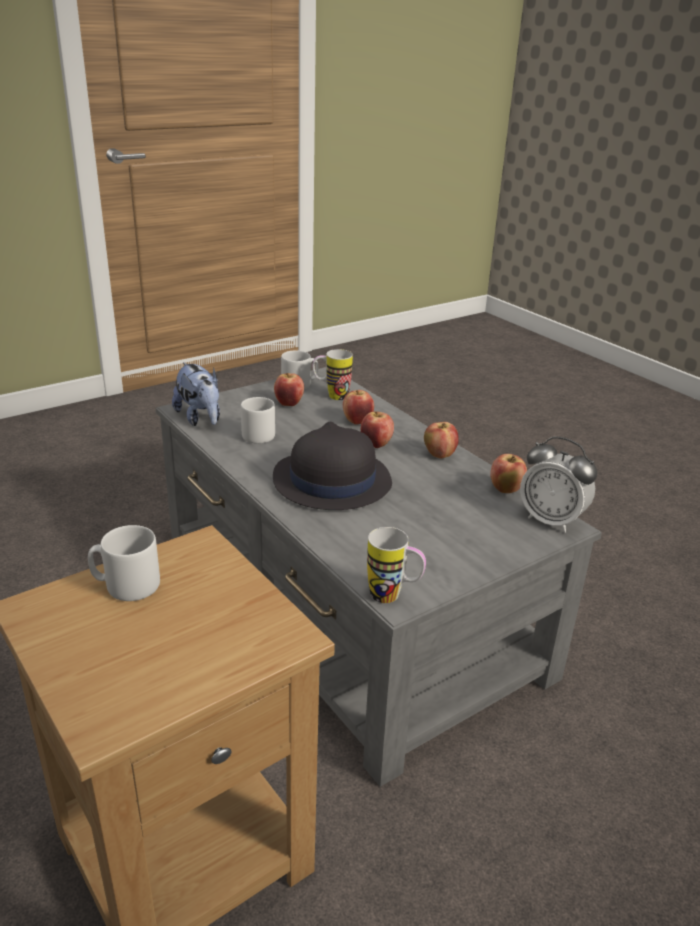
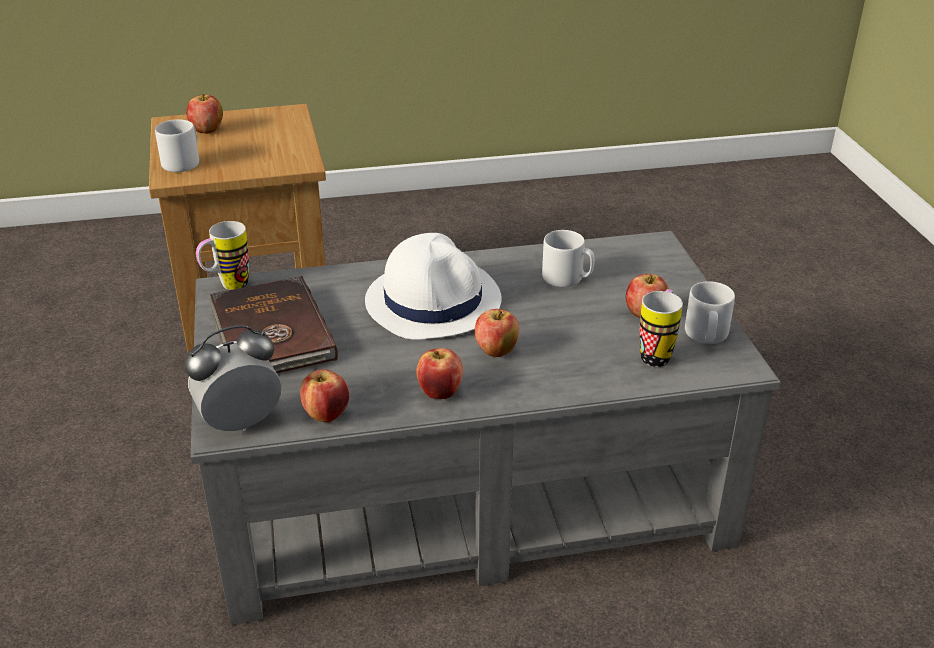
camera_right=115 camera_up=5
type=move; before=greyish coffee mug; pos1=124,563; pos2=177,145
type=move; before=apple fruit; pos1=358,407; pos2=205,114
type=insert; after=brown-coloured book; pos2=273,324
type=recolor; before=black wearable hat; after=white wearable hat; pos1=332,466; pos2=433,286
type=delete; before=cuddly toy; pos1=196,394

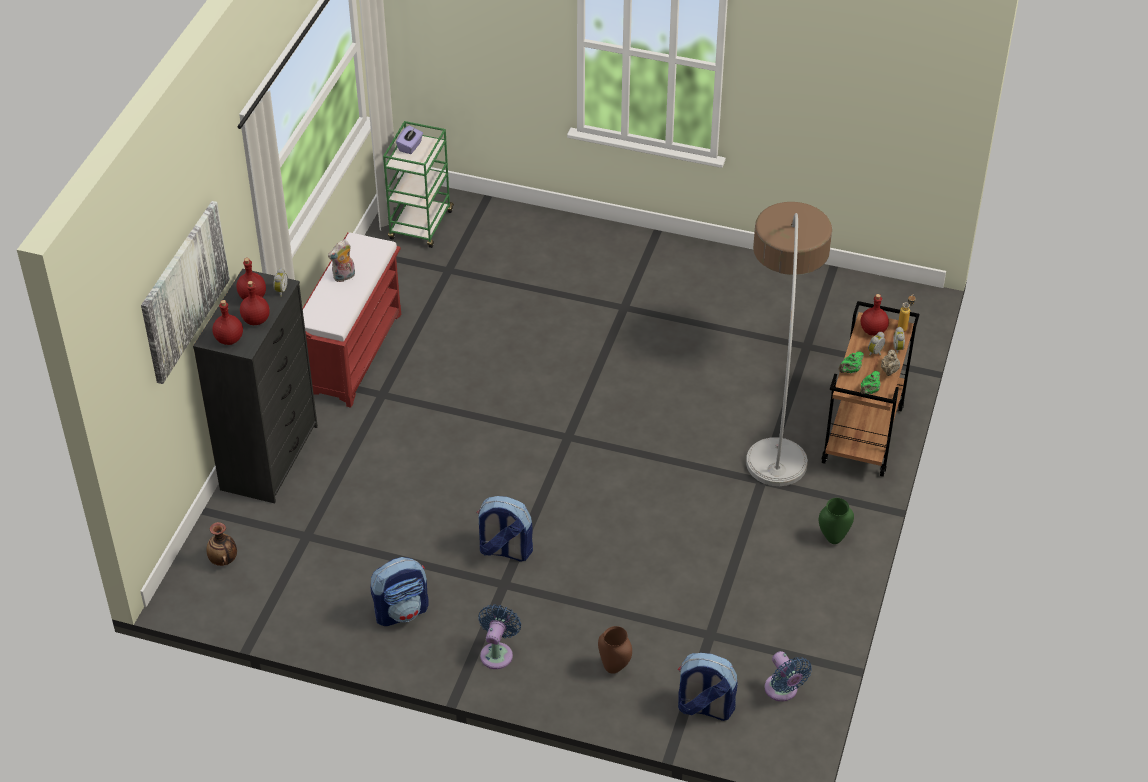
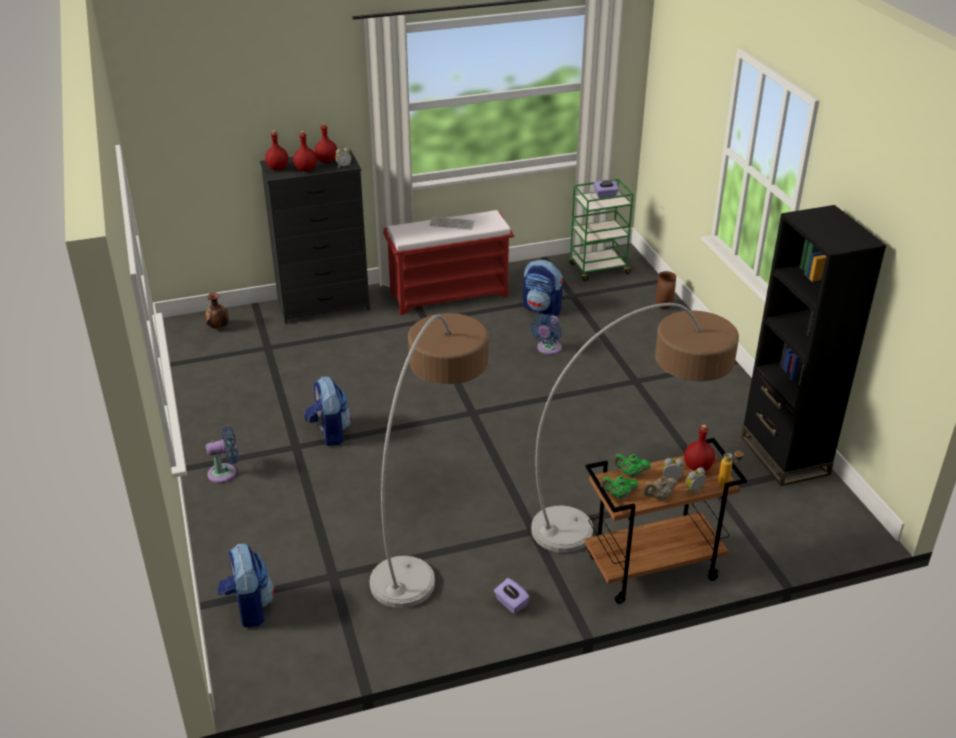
camera_right=55 camera_up=-10
type=insert; after=floor lamp; pos2=429,460
type=replace; before=cuddly toy; after=PC keyboard; pos1=341,261; pos2=452,223
type=replace; before=green flower vase; after=purple-coloured box of tissues; pos1=836,521; pos2=512,596
type=move; before=rucksack; pos1=399,591; pos2=543,288
type=move; before=blue-coloured cooling fan; pos1=788,676; pos2=546,334
type=move; before=brown-coloured flower vase; pos1=615,650; pos2=666,290
type=insert; after=black shelving unit; pos2=813,345
type=delete; before=wall art; pos1=185,292

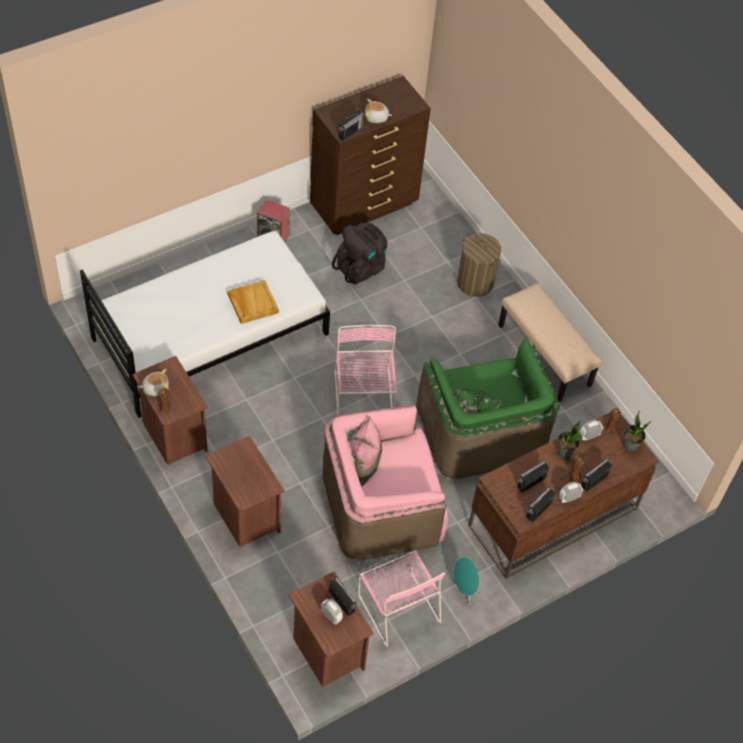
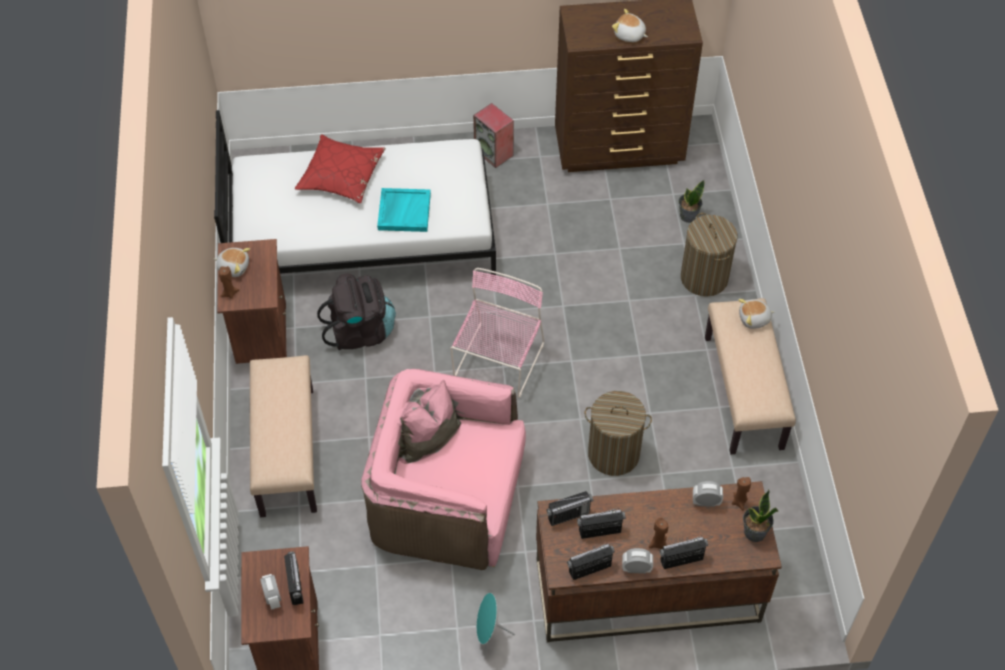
camera_right=30 camera_up=0
type=replace; before=brown-coloured bedside table; after=sand-coloured long seat; pos1=245,491; pos2=283,436
type=insert; after=reddish pillow; pos2=340,168
type=move; before=black rucksack; pos1=359,253; pos2=356,311
type=recolor; before=sand-coloured carrying tray; after=turquoise-coloured carrying tray; pos1=253,302; pos2=404,210
type=move; before=radio; pos1=351,126; pos2=569,508
type=replace; before=green easy chair; after=washing basket; pos1=488,409; pos2=618,433
type=move; before=plant in a pot; pos1=569,440; pos2=691,201
type=insert; after=cuddly toy; pos2=756,314
type=delete; before=pink plain chair; pos1=401,598

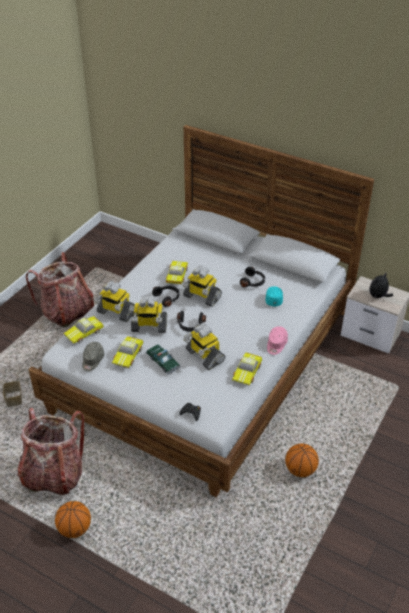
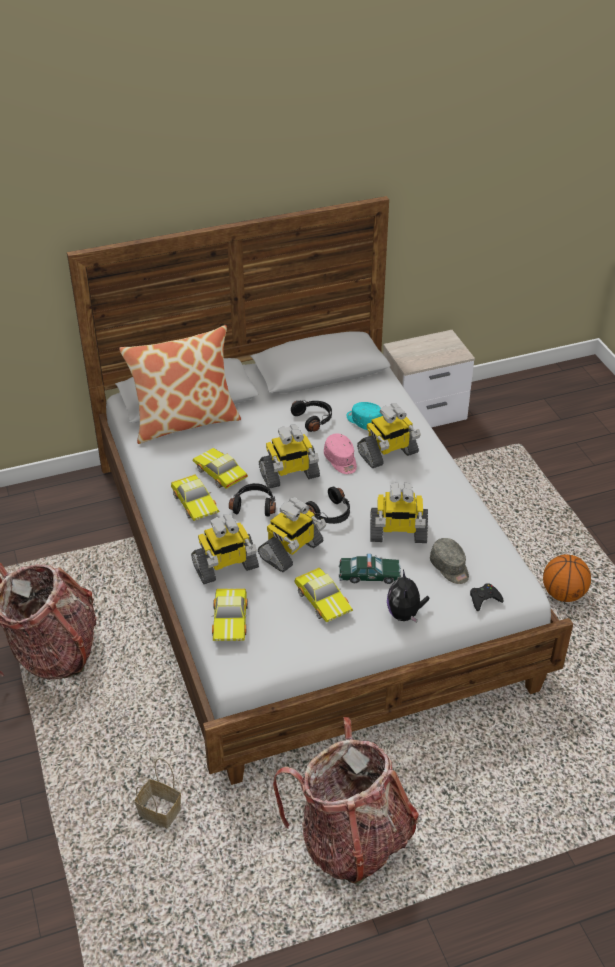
camera_right=-50 camera_up=0
type=insert; after=pillow; pos2=180,384
type=move; before=model car; pos1=247,369; pos2=195,497
type=move; before=pink baseball cap; pos1=277,340; pos2=340,453
type=insert; after=model robot; pos2=389,435
type=move; before=cuddly toy; pos1=381,285; pos2=408,596
type=move; before=greyish baseball cap; pos1=93,356; pos2=449,561
type=delete; before=ball for basketball; pos1=73,519

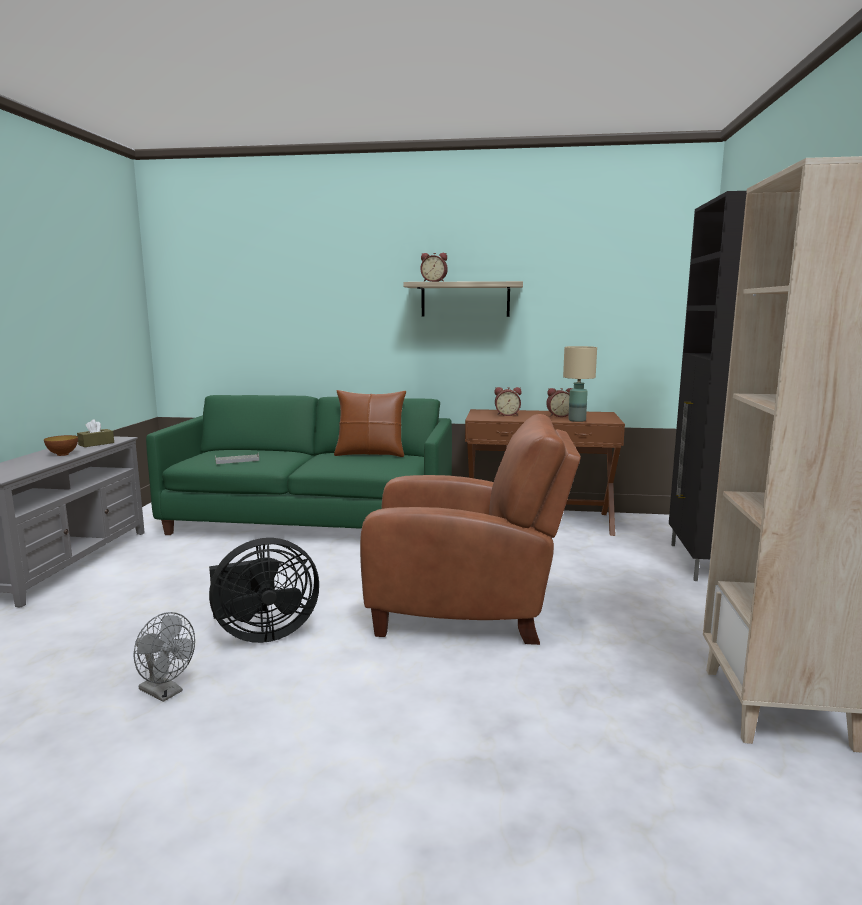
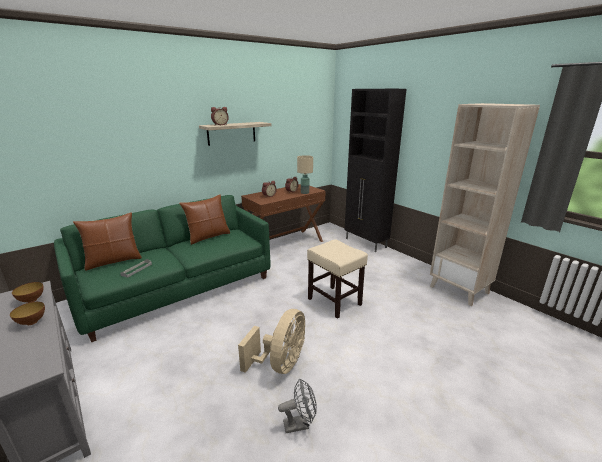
camera_right=-45 camera_up=10
type=replace; before=brown-coloured box of tissues; after=serving bowl; pos1=95,433; pos2=28,292
type=insert; after=brown-coloured pillow; pos2=107,241
type=recolor; before=black cooling fan; after=sand-coloured cooling fan; pos1=264,590; pos2=271,341
type=replace; before=brown-coloured easy chair; after=sand-coloured sitting stool; pos1=470,529; pos2=337,279

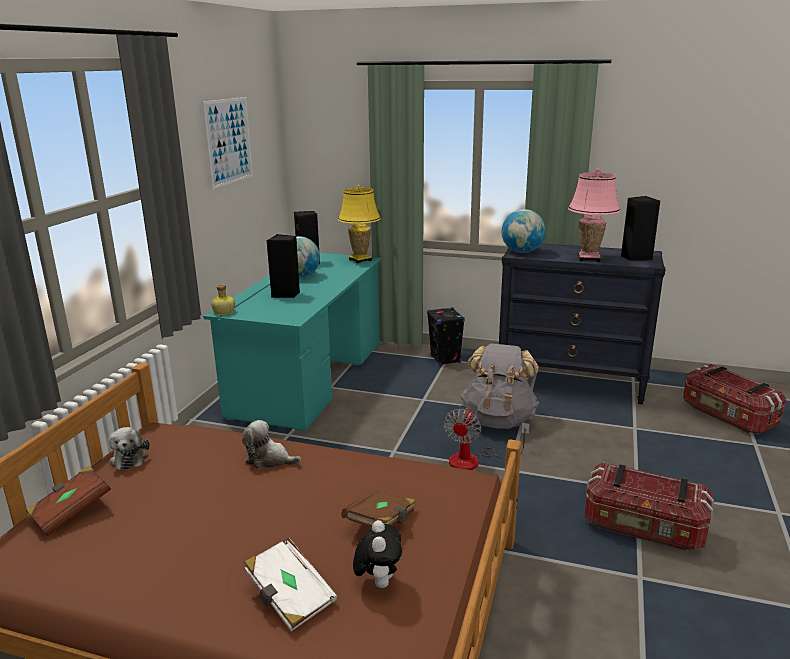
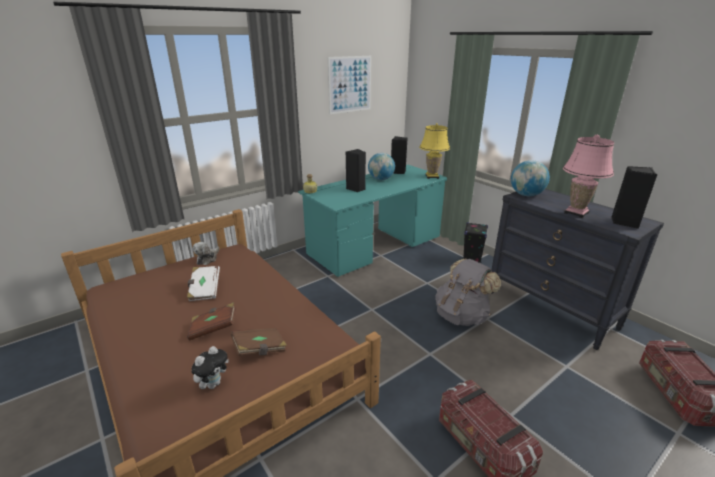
camera_right=35 camera_up=5
type=move; before=white book; pos1=290,584; pos2=203,283
type=move; before=brown-coloured book; pos1=68,500; pos2=211,321
type=delete; before=cuddly toy; pos1=271,444
type=delete; before=cooling fan; pos1=486,439

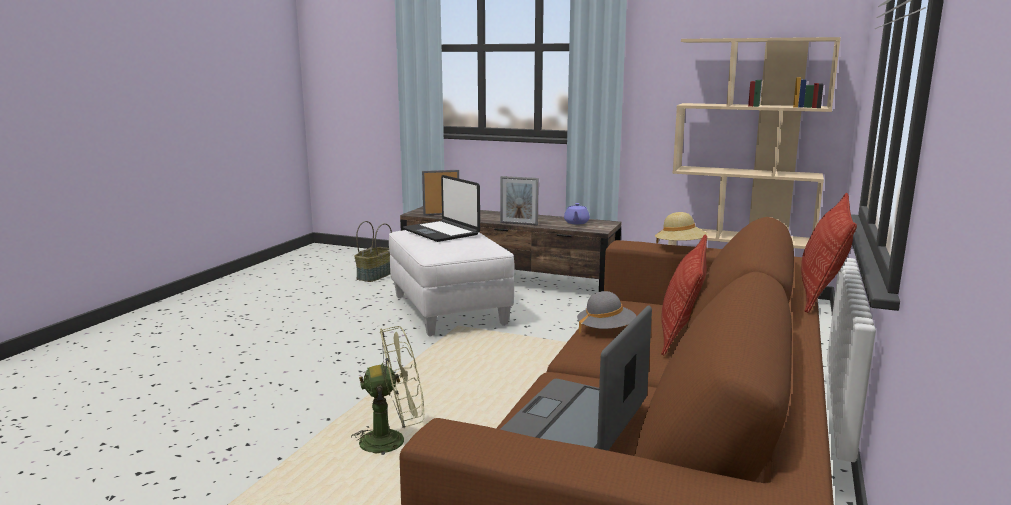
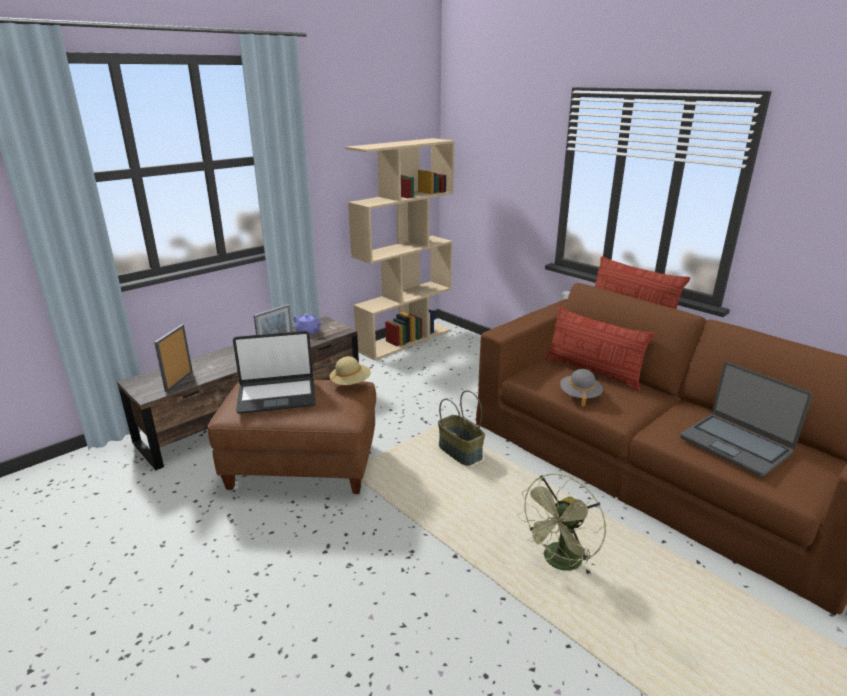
camera_right=-65 camera_up=10
type=recolor; before=white pouffe; after=brown-coloured pouffe; pos1=451,283; pos2=292,437
type=move; before=sand-coloured wearable hat; pos1=681,227; pos2=350,371
type=move; before=storage basket; pos1=373,251; pos2=461,428
type=rotate; before=green cooling fan; pos1=387,390; pos2=561,525; turn=-150

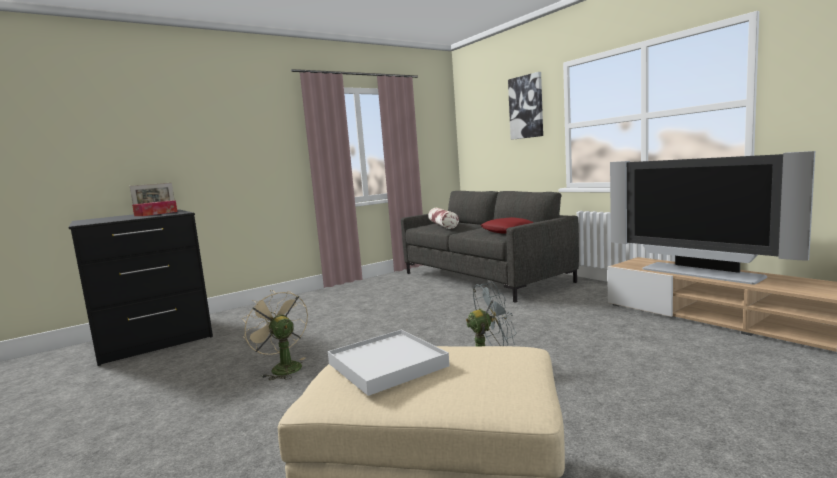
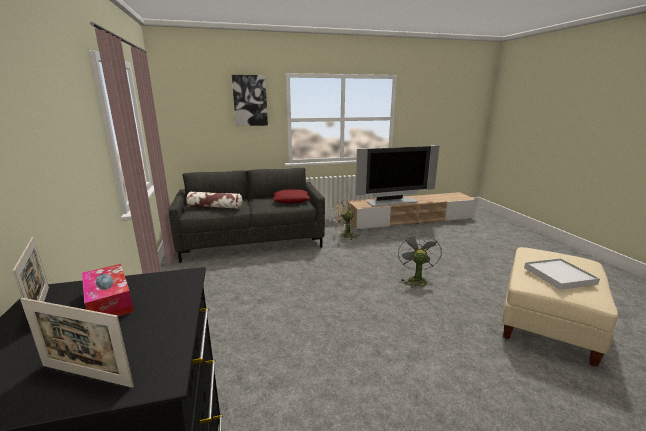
camera_right=-70 camera_up=10
type=insert; after=standing frame; pos2=77,343
type=move; before=sand-coloured cooling fan; pos1=275,335; pos2=345,219

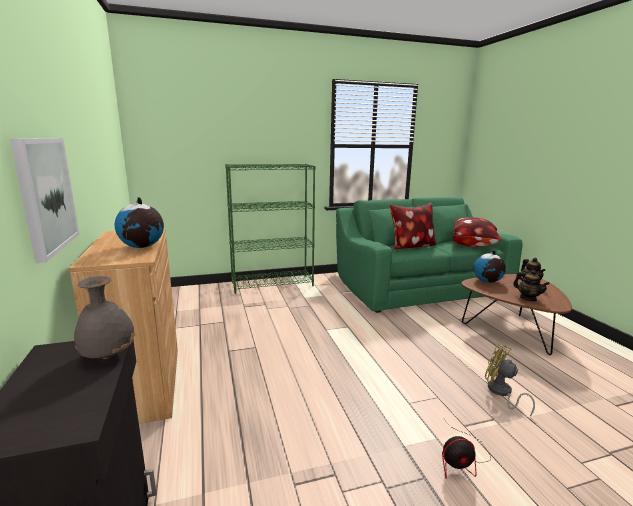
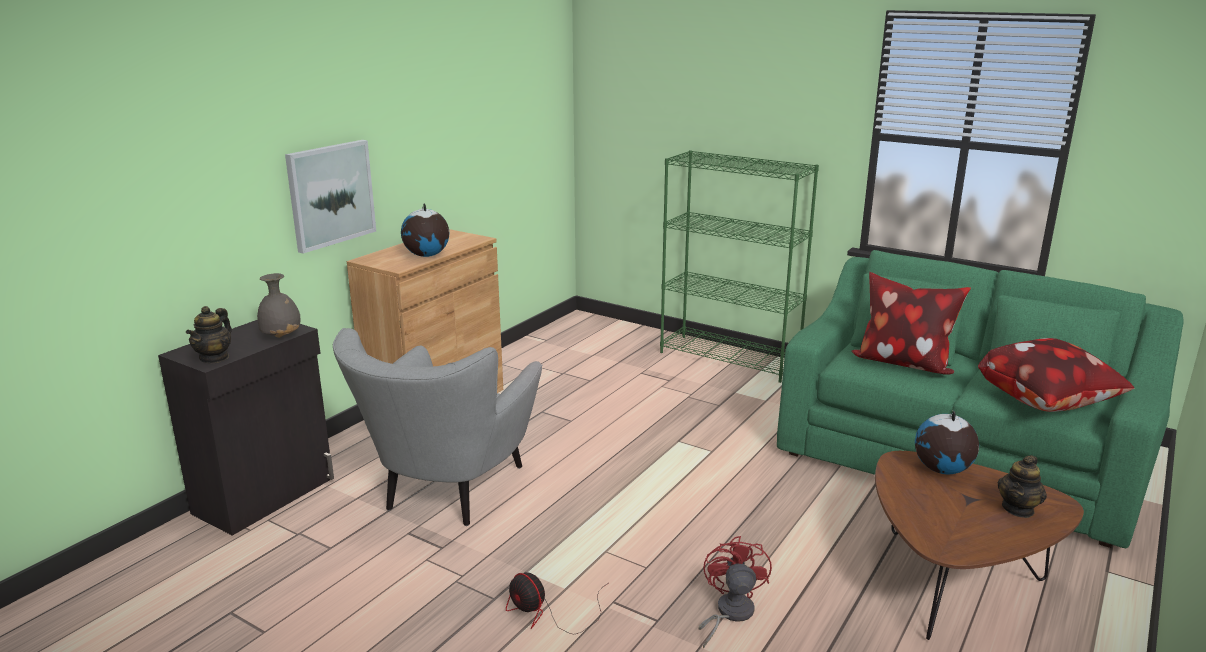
camera_right=50 camera_up=5
type=move; before=tea pot; pos1=531,285; pos2=209,334
type=insert; after=greyish easy chair; pos2=438,427
type=recolor; before=yellowish cooling fan; after=reddish cooling fan; pos1=510,380; pos2=735,592

